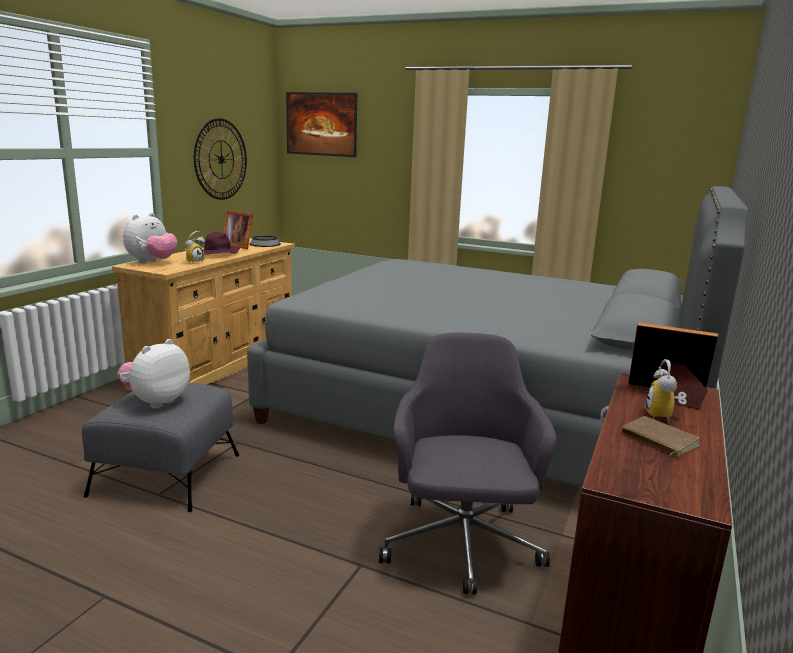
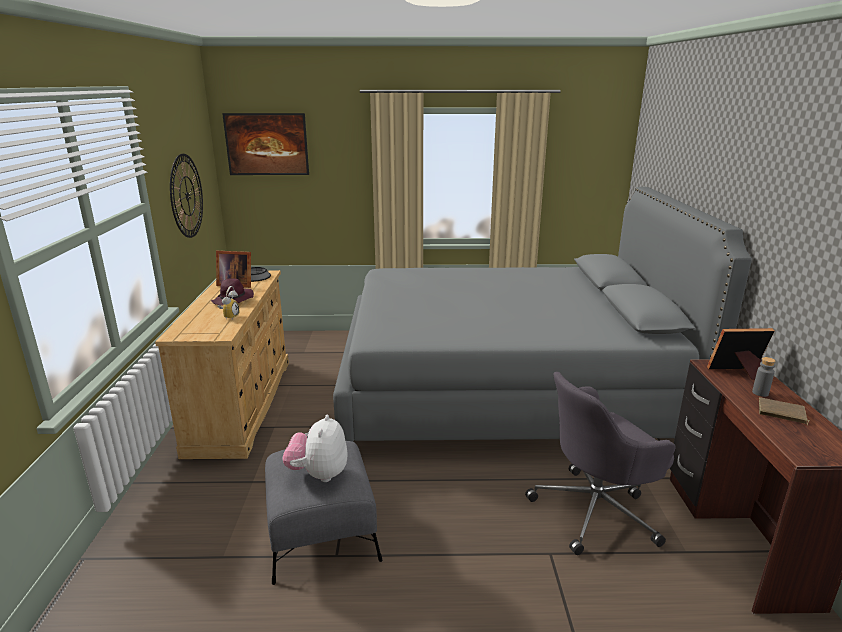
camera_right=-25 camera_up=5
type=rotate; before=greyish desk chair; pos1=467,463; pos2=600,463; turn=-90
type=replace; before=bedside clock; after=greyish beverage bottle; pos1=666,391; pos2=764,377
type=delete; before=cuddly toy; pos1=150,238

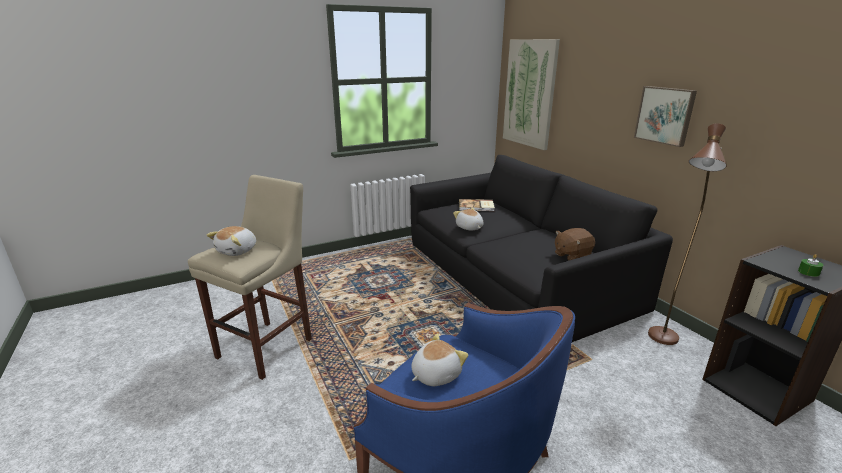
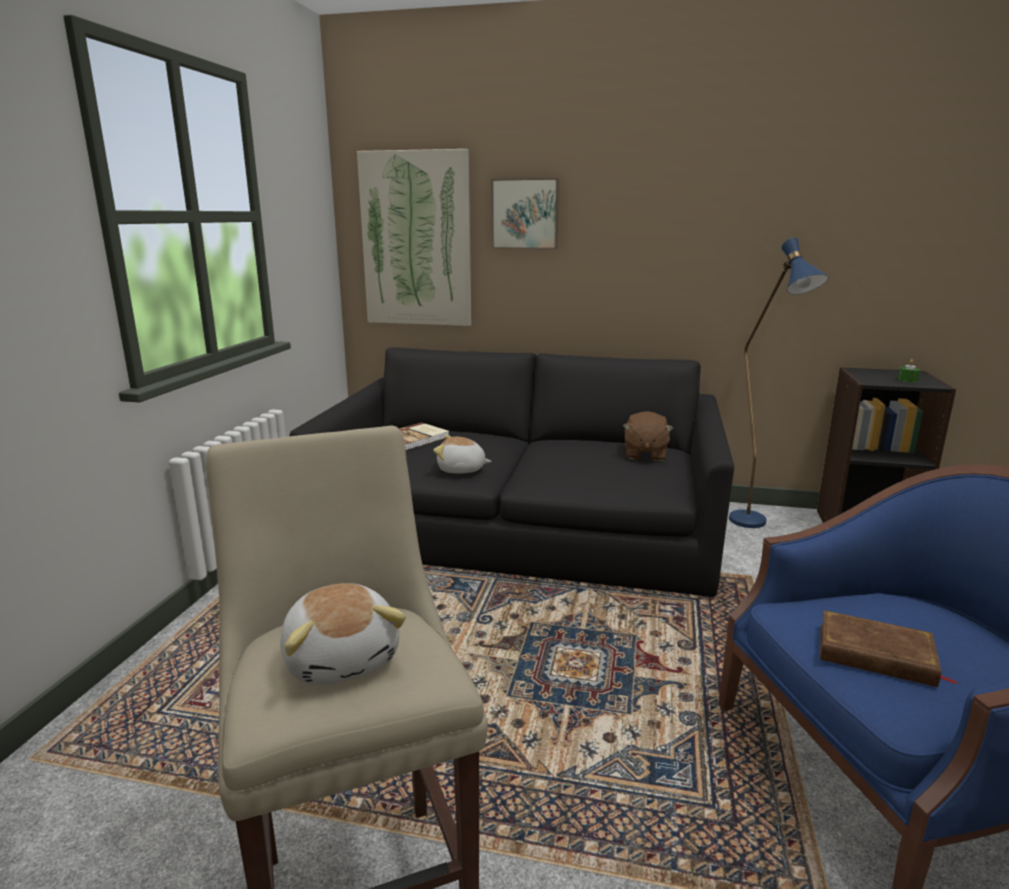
camera_right=-50 camera_up=-5
type=move; before=wall art; pos1=665,116; pos2=525,213
type=recolor; before=brown-coloured floor lamp; after=blue-coloured floor lamp; pos1=687,234; pos2=779,382
type=replace; before=cuddly toy; after=brown-coloured book; pos1=439,360; pos2=889,648

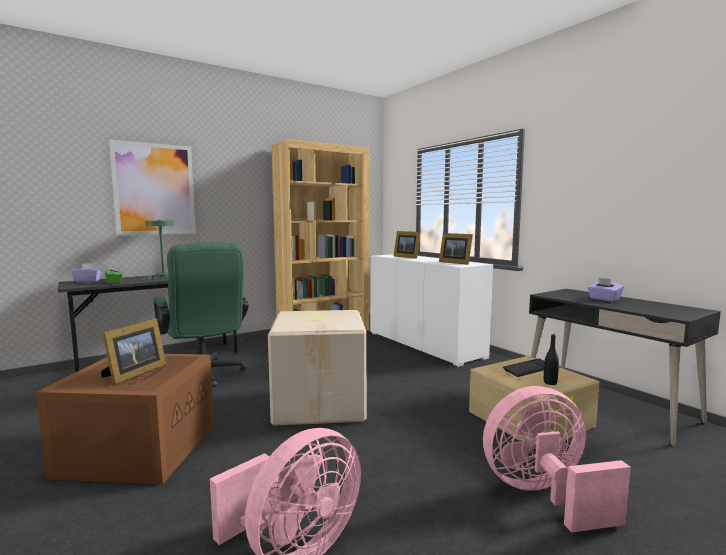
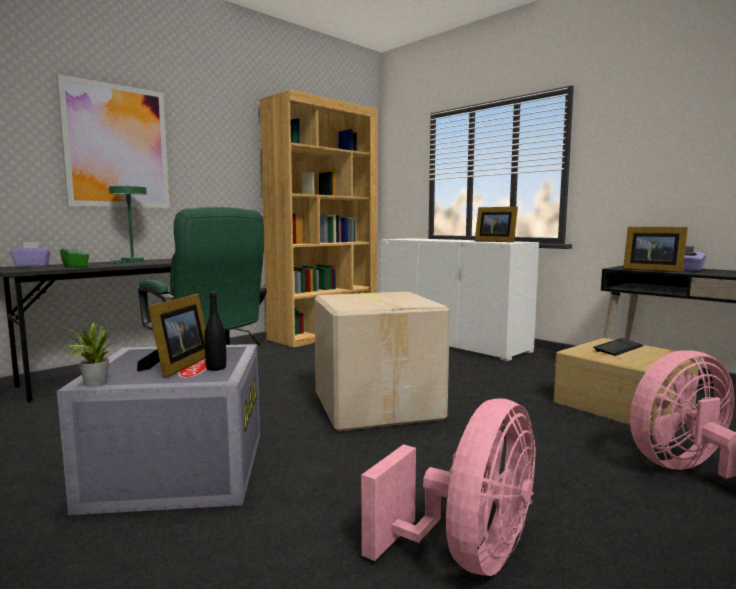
camera_right=-10 camera_up=0
type=recolor; before=brown-coloured storage box; after=greyish storage box; pos1=125,419; pos2=158,429
type=insert; after=plant in a pot; pos2=90,355
type=move; before=black beverage bottle; pos1=551,359; pos2=215,331
type=move; before=standing frame; pos1=407,245; pos2=655,249

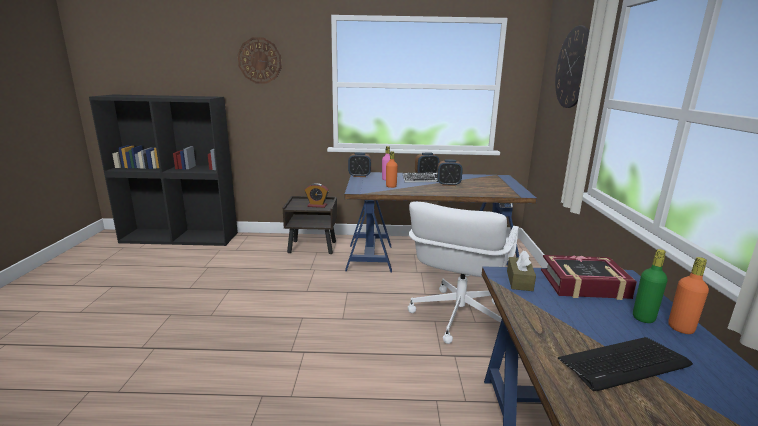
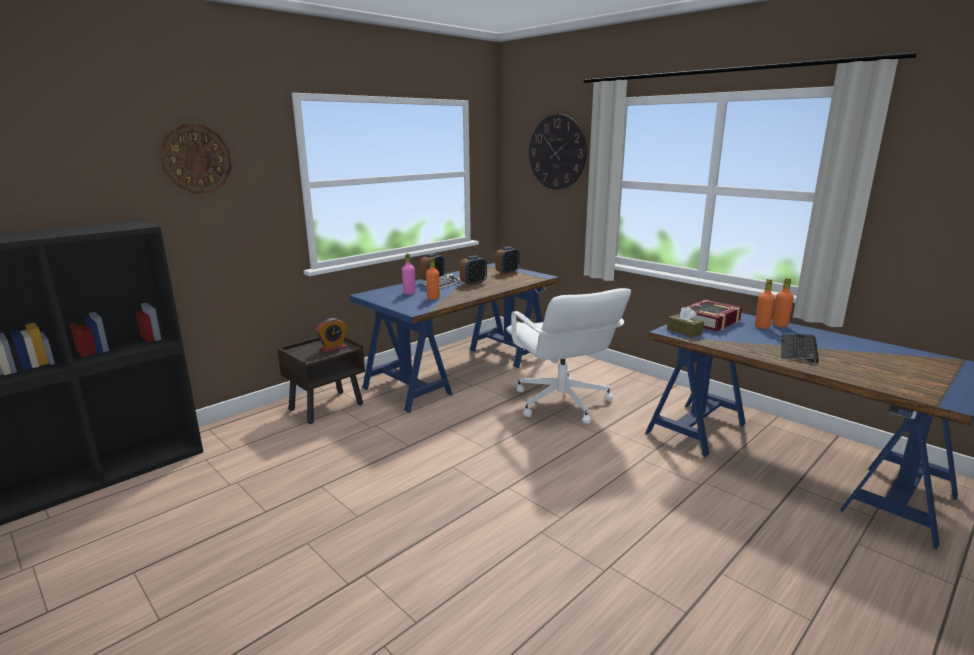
camera_right=-45 camera_up=0
type=move; before=bedside clock; pos1=359,164; pos2=507,260
type=recolor; before=green beverage bottle; after=orangey beverage bottle; pos1=650,286; pos2=765,304

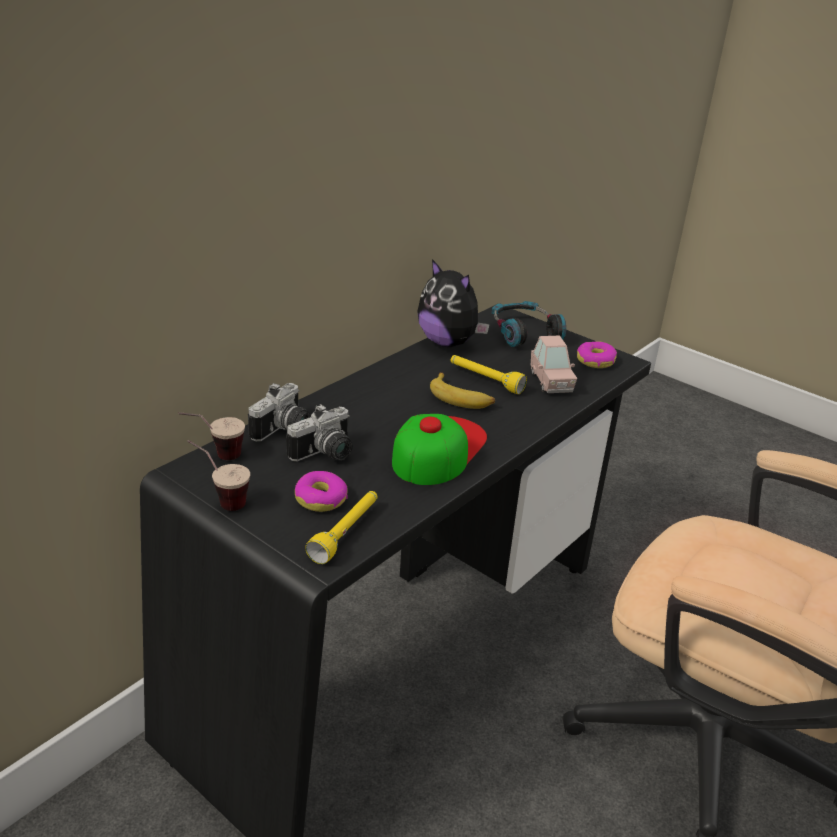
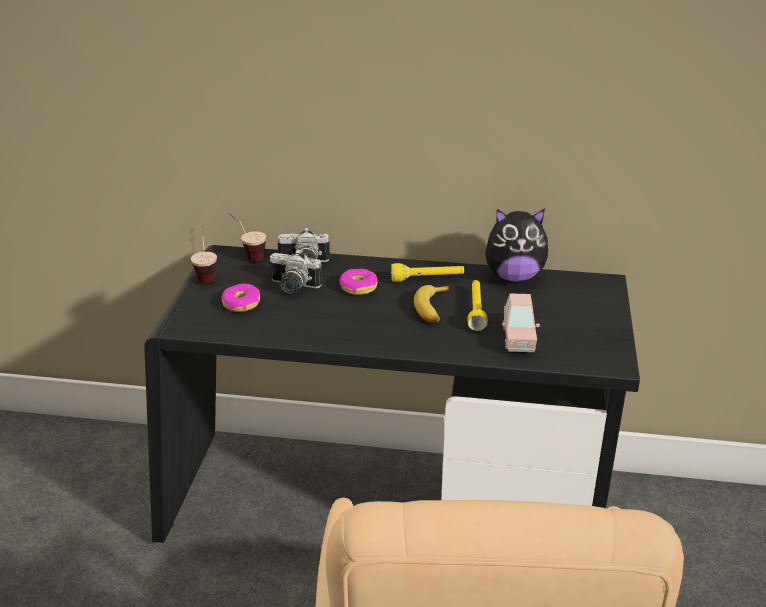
camera_right=60 camera_up=0
type=move; before=ring doughnut; pos1=597,355; pos2=358,282
type=move; before=yellowish torch; pos1=341,527; pos2=427,272
type=rotate; before=cuddly toy; pos1=453,303; pos2=517,245; turn=-105
type=rotate; before=pink model car; pos1=554,364; pos2=521,323; turn=-45
type=delete; before=baseball cap; pos1=439,449
type=delete; before=pair of headphones; pos1=529,324

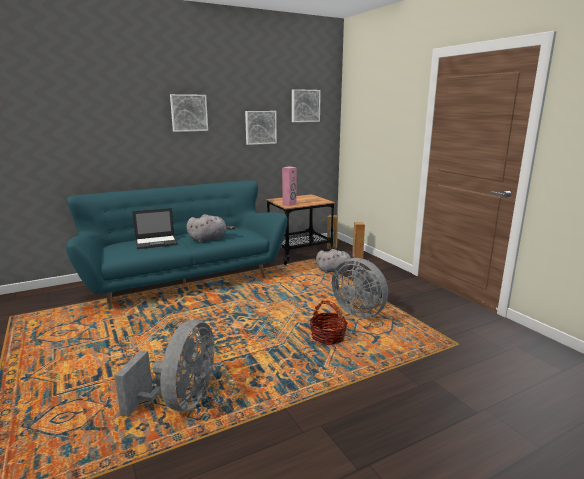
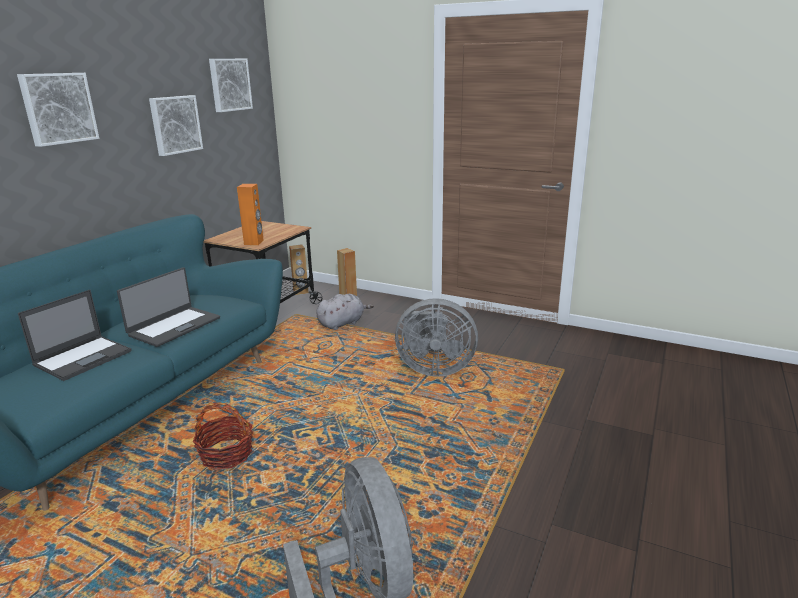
camera_right=-35 camera_up=5
type=replace; before=greyish cuddly toy; after=notebook computer; pos1=210,228; pos2=168,307
type=move; before=storage basket; pos1=328,322; pos2=222,436
type=recolor; before=pink speaker; after=orangey speaker; pos1=289,186; pos2=250,214

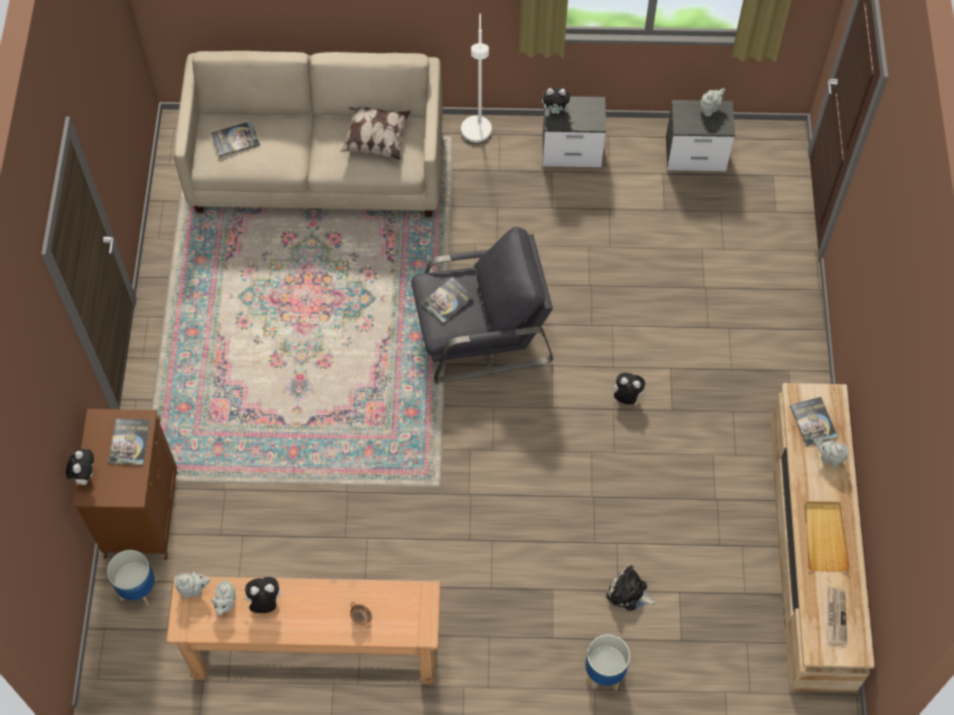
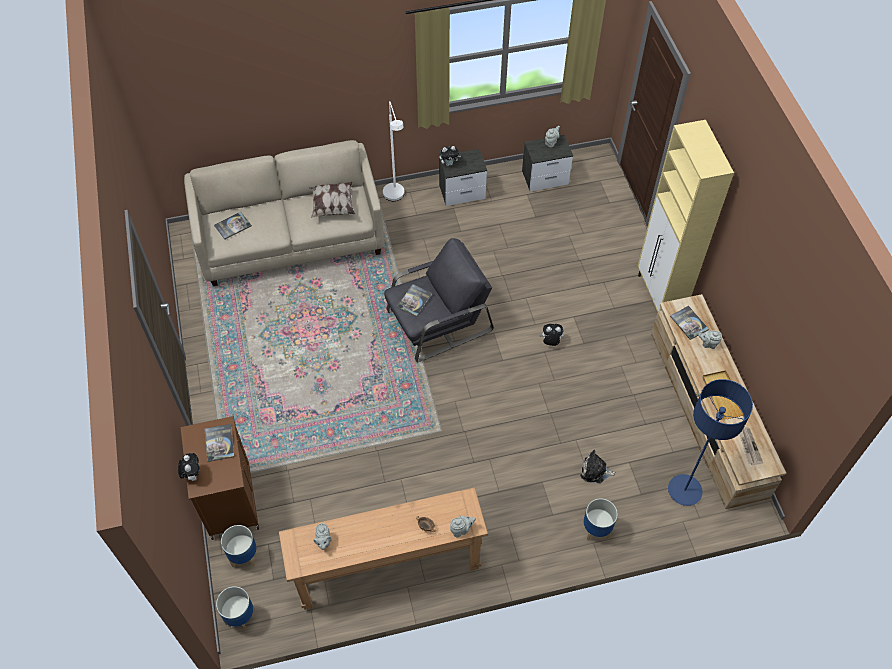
camera_right=-15 camera_up=-5
type=insert; after=planter; pos2=235,608
type=move; before=greyish tea pot; pos1=193,585; pos2=463,526
type=insert; after=sand-coloured storage cabinet; pos2=686,216
type=insert; after=blue-coloured floor lamp; pos2=710,442
type=delete; before=cuddly toy; pos1=262,595

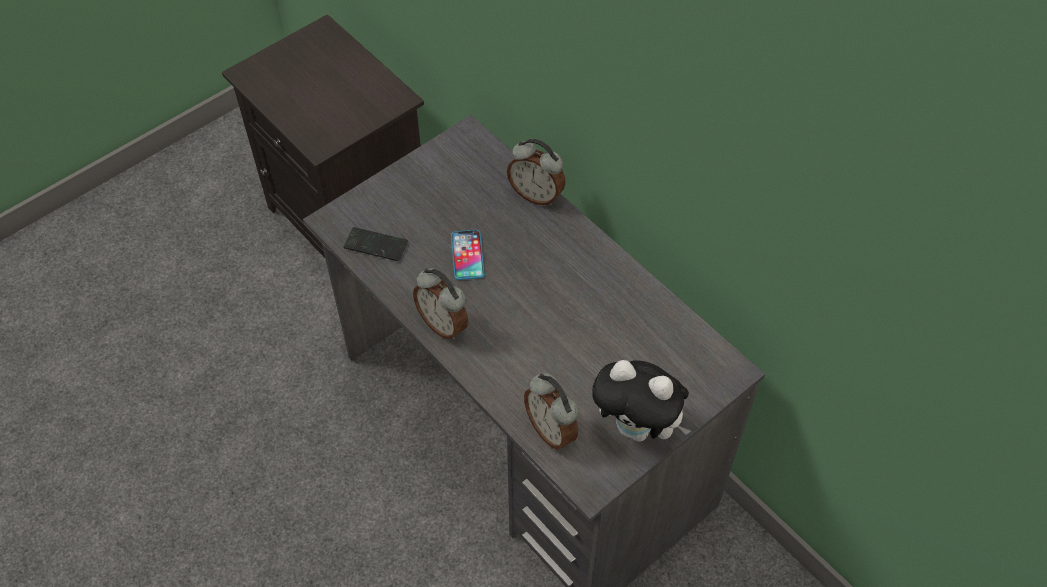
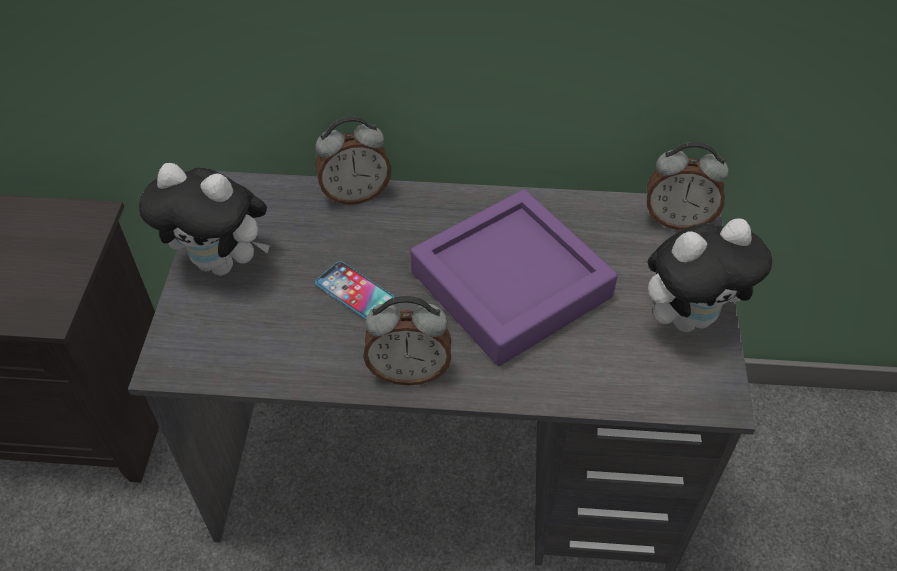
camera_right=-45 camera_up=-5
type=insert; after=cuddly toy; pos2=204,219
type=insert; after=purple-coloured carrying tray; pos2=514,277
type=move; before=bedside clock; pos1=551,411; pos2=687,186
type=delete; before=phone; pos1=376,244

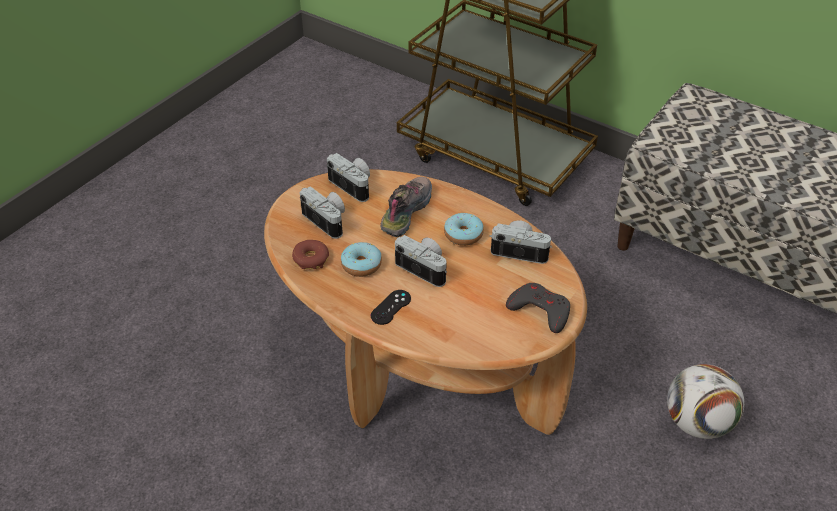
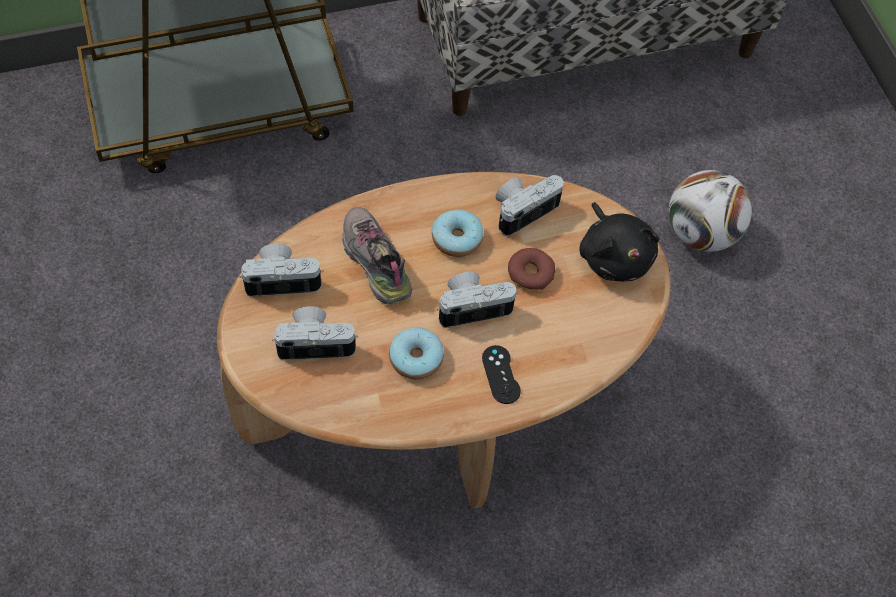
camera_right=-55 camera_up=15
type=move; before=ring doughnut; pos1=310,254; pos2=531,269
type=replace; before=greyish gamepad; after=black cuddly toy; pos1=538,308; pos2=619,241

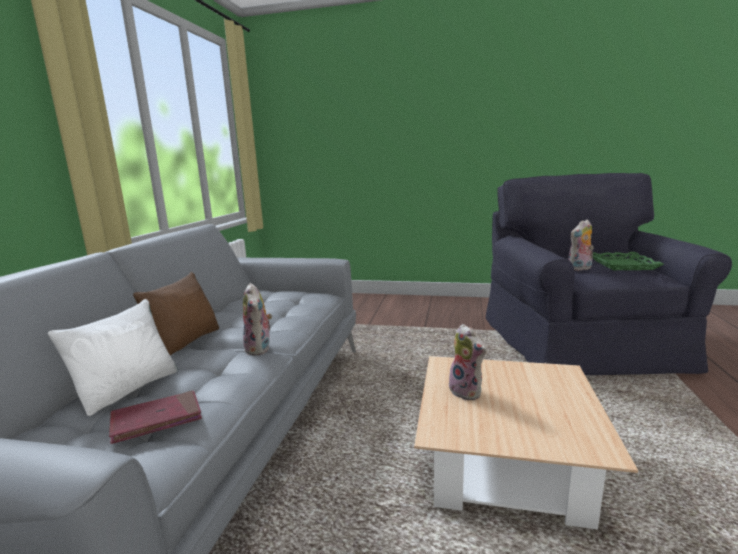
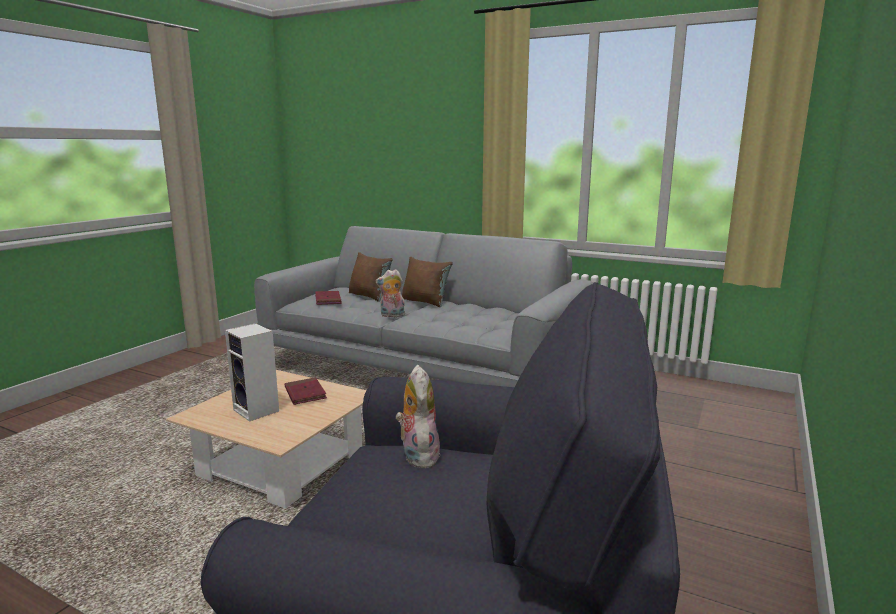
camera_right=105 camera_up=0
type=insert; after=speaker; pos2=252,372
type=replace; before=cuddly toy; after=reddish book; pos1=468,362; pos2=306,391
type=recolor; before=white pillow; after=brown-coloured pillow; pos1=113,357; pos2=371,277
type=delete; before=green carrying tray; pos1=628,261

